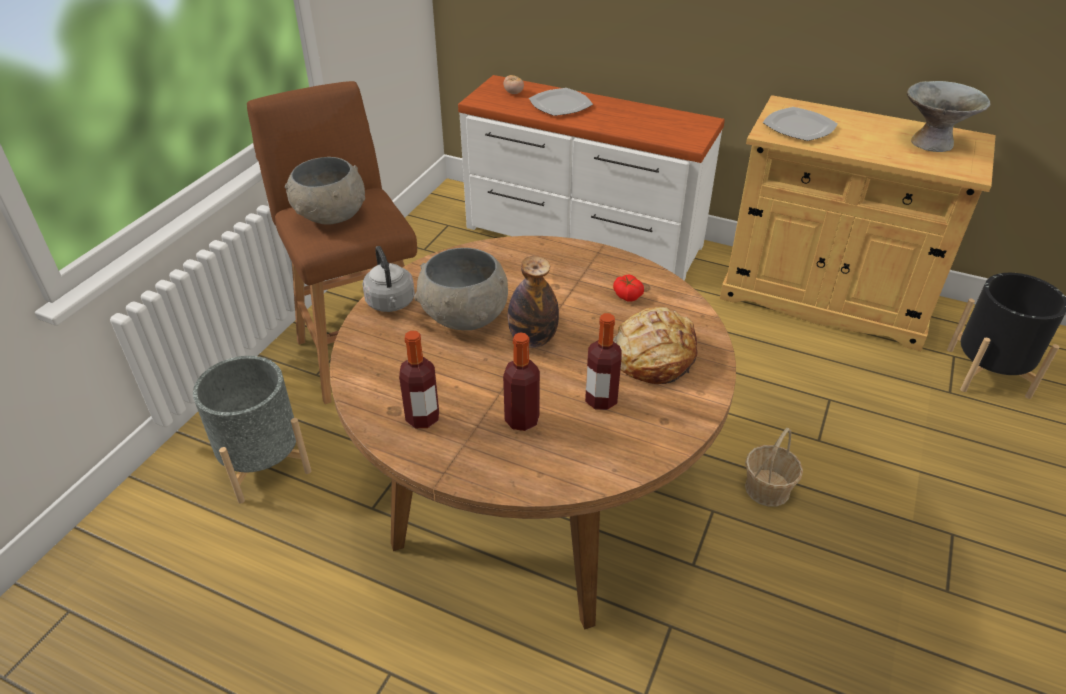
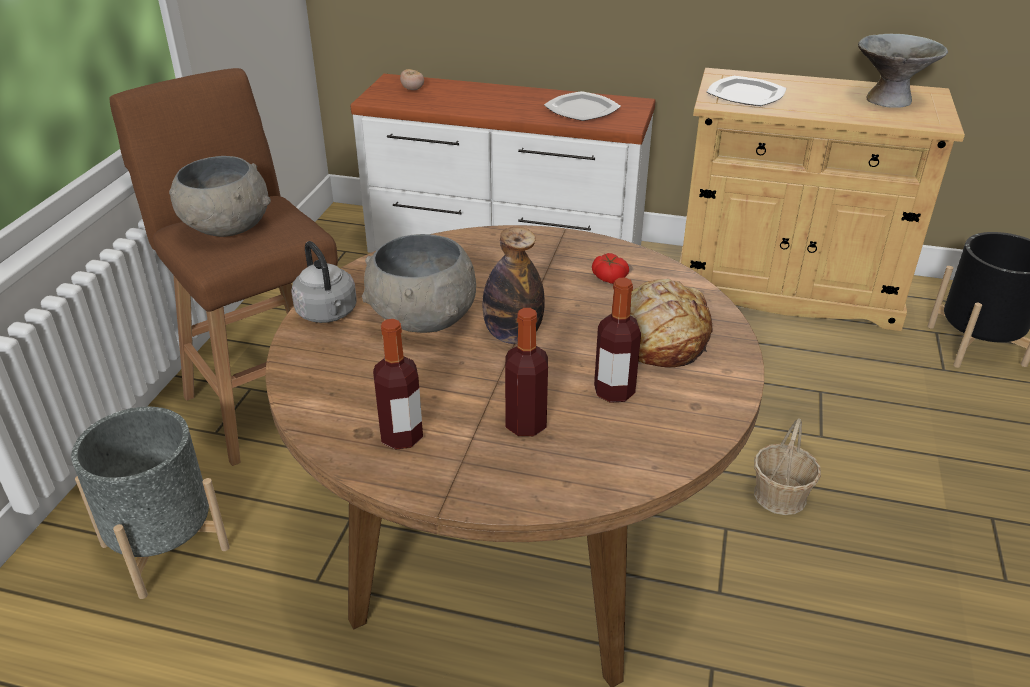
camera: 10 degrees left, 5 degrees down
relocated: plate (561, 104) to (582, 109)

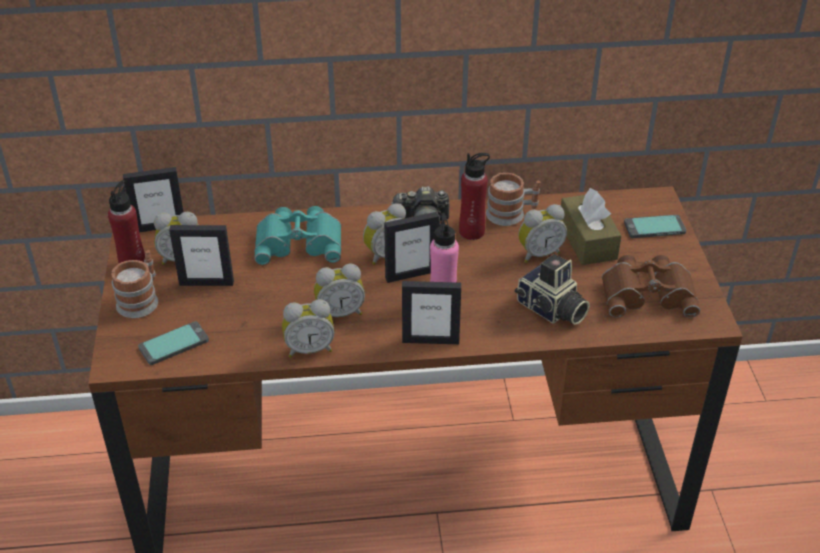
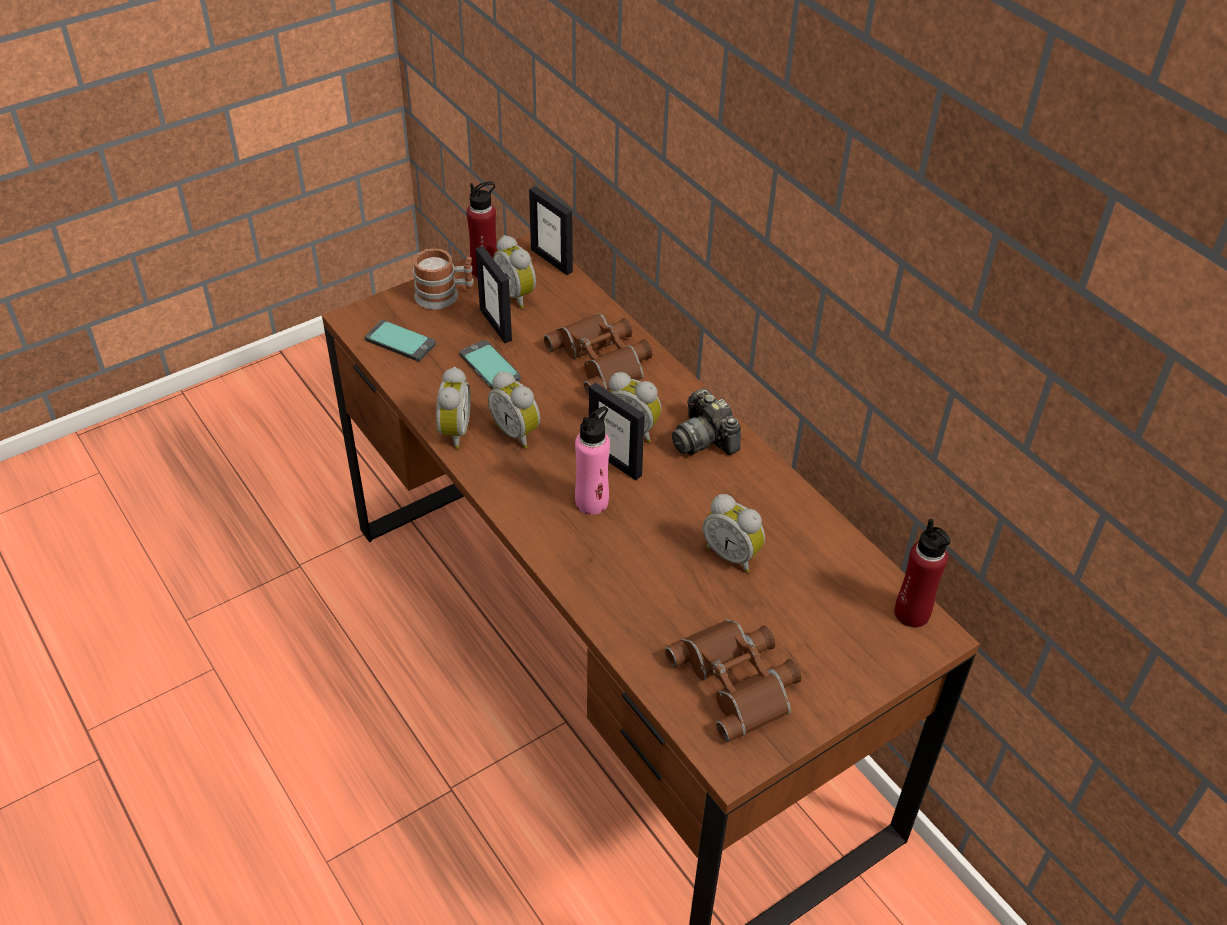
camera: 60 degrees right, 5 degrees up
missing: picture frame (430, 340); mug (511, 214); photo camera (551, 310); brown tissue box (587, 240)
relocated: red bottle (472, 232) to (912, 613); phone (654, 228) to (489, 367)
colour: turquoise binoculars (299, 241) to brown binoculars (603, 359)
spun: alarm clock (309, 348) = (452, 432) 135 degrees counterclockwise

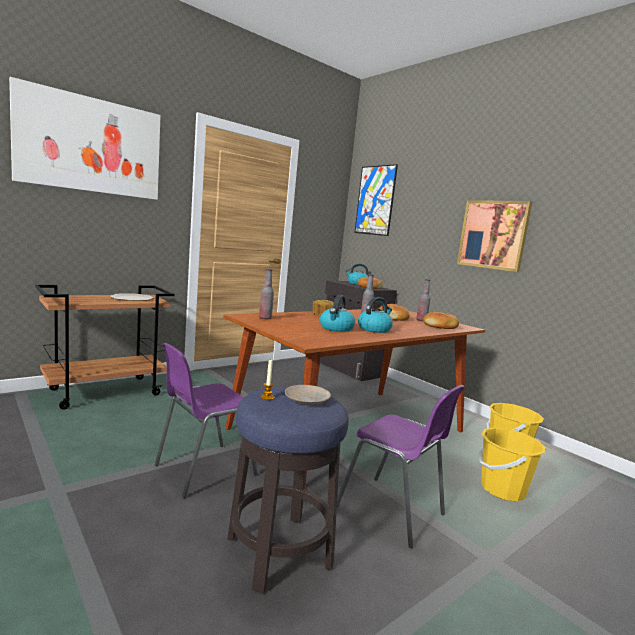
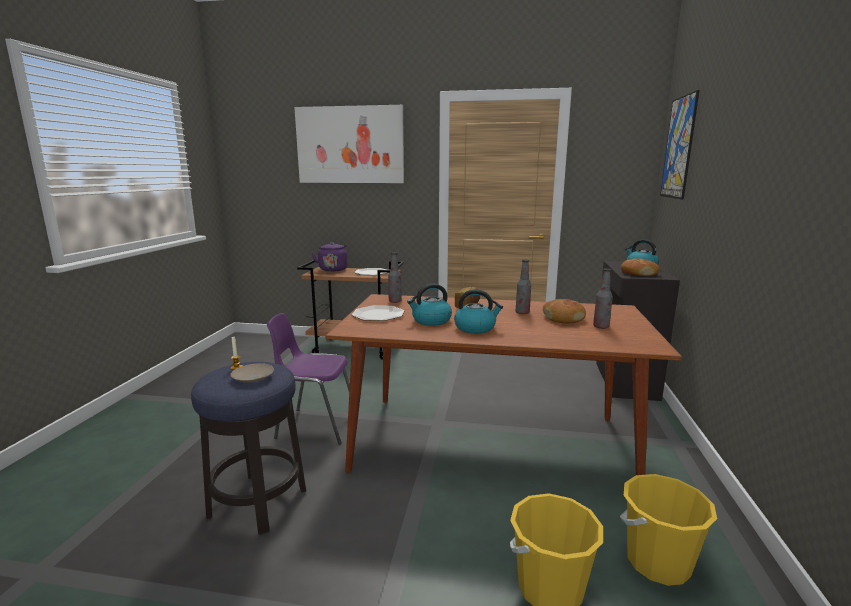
camera: 50 degrees right, 5 degrees up
missing: purple chair (392, 511); bread (440, 326); picture (493, 235)
appeared: purple kettle (333, 269); plate (378, 314)

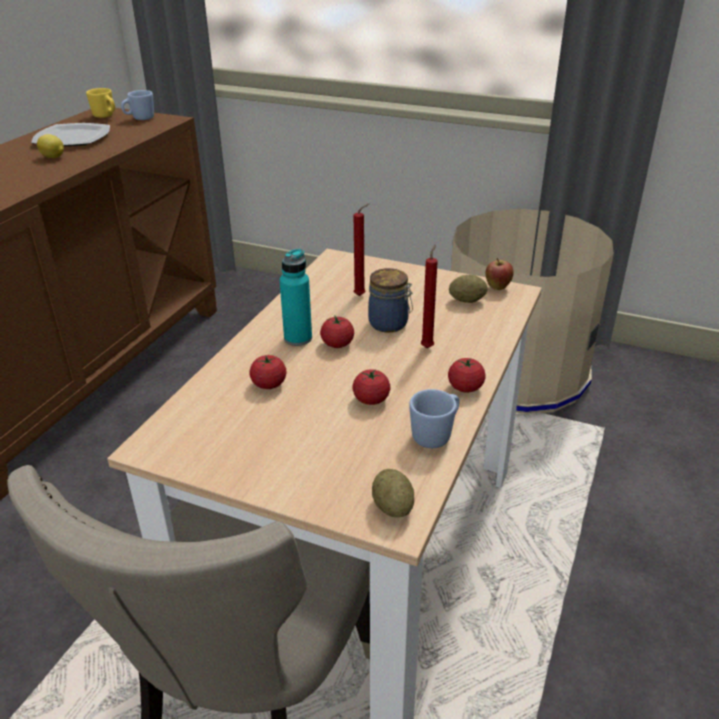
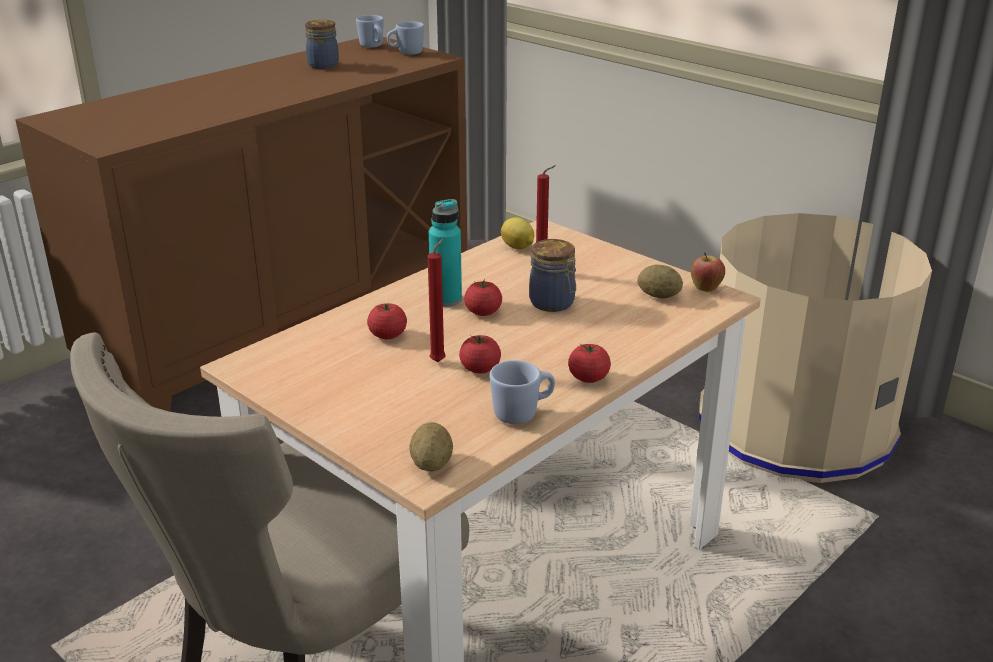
camera: 20 degrees right, 5 degrees down
relocated: lemon (53, 157) to (518, 248); red candle (428, 347) to (439, 361)
exchanged: plate (72, 138) to jar (324, 65)
colour: yellow mug (106, 116) to blue mug (373, 47)

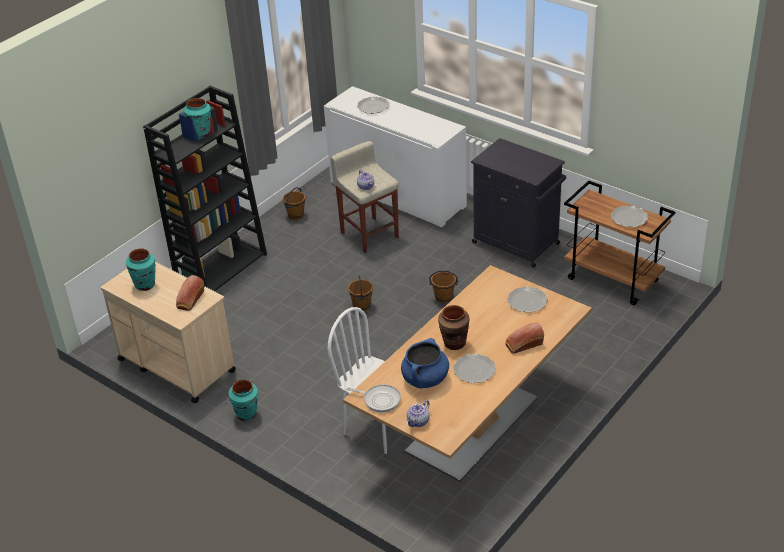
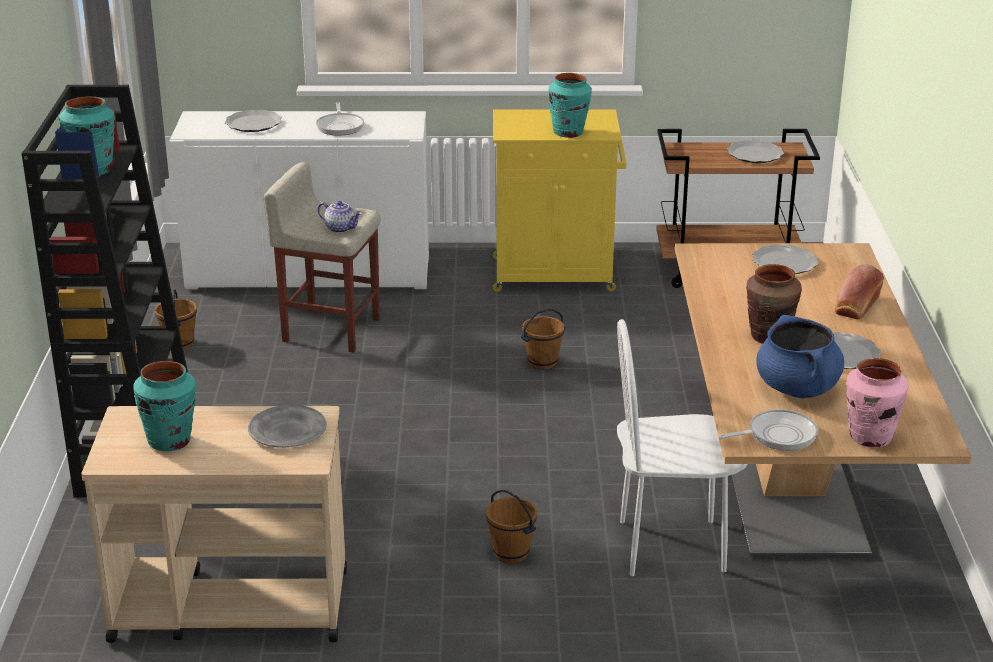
camera: 40 degrees left, 10 degrees down
appeared: frying pan (340, 126)
relocated: turquoise vase (246, 414) to (568, 132); brown bucket (361, 306) to (510, 553)
exchanged: bread (190, 300) to grey plate (287, 431); teapot (418, 422) to pink vase (870, 437)
colour: black cabinet (517, 244) to yellow cabinet (556, 274)

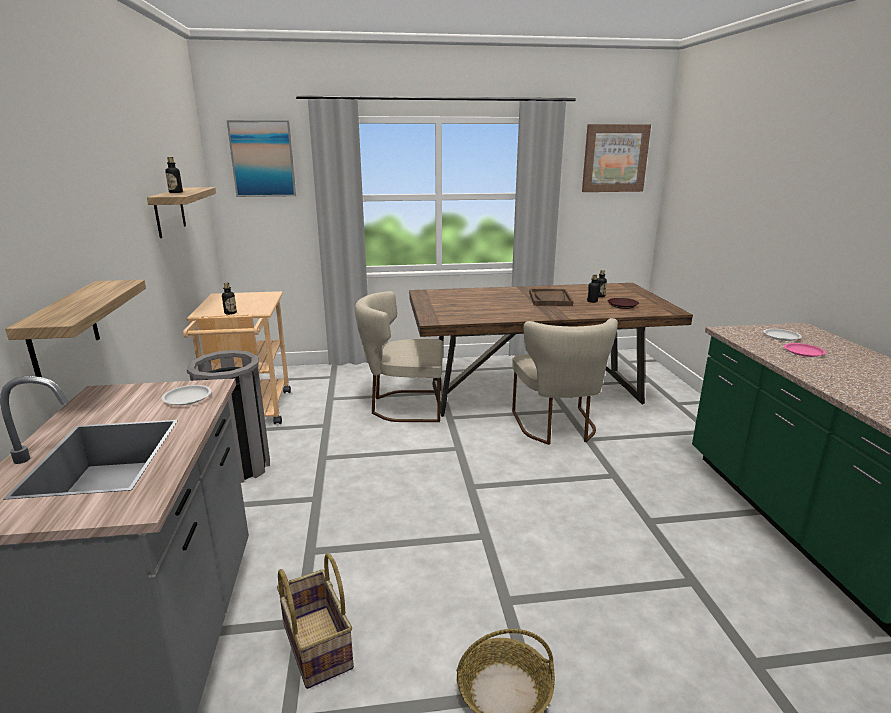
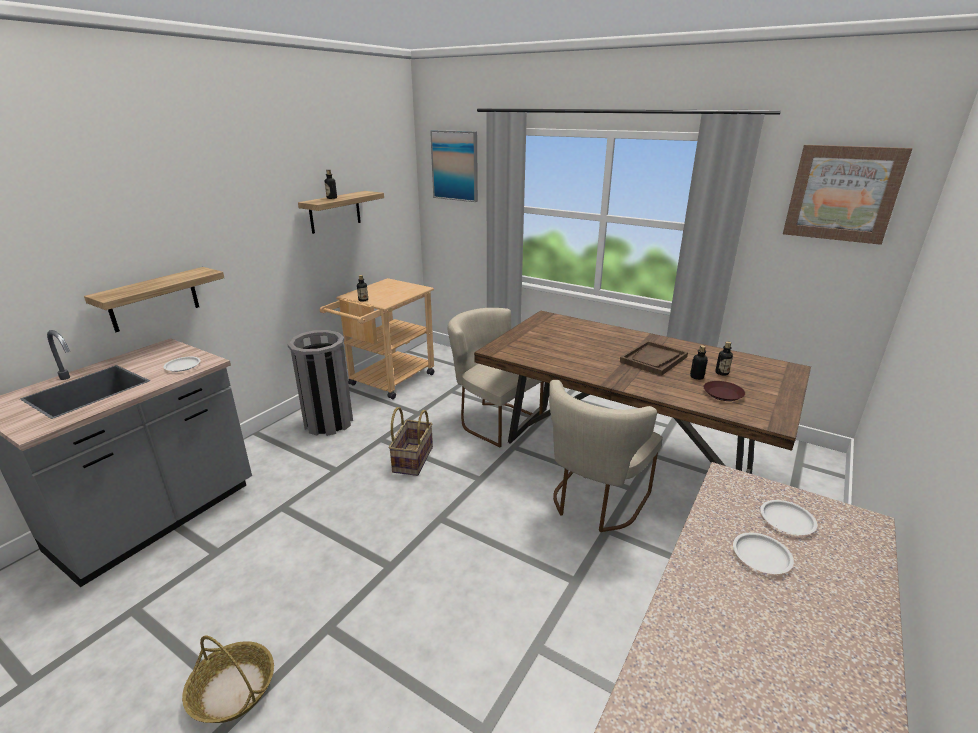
camera: 40 degrees right, 5 degrees up
relocated: basket (315, 646) to (412, 459)
colour: pink plate (804, 352) to white plate (761, 556)

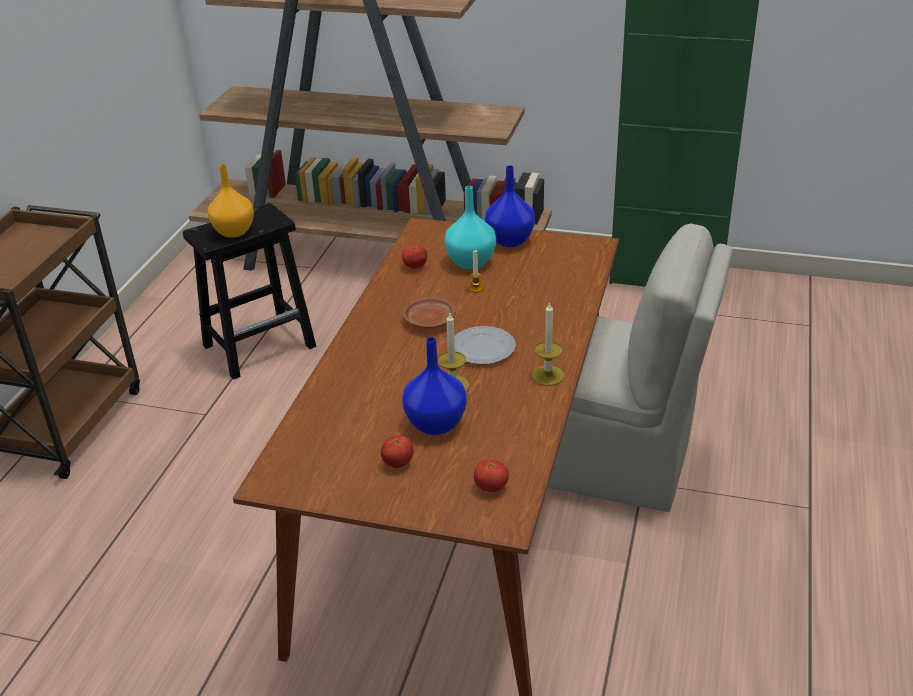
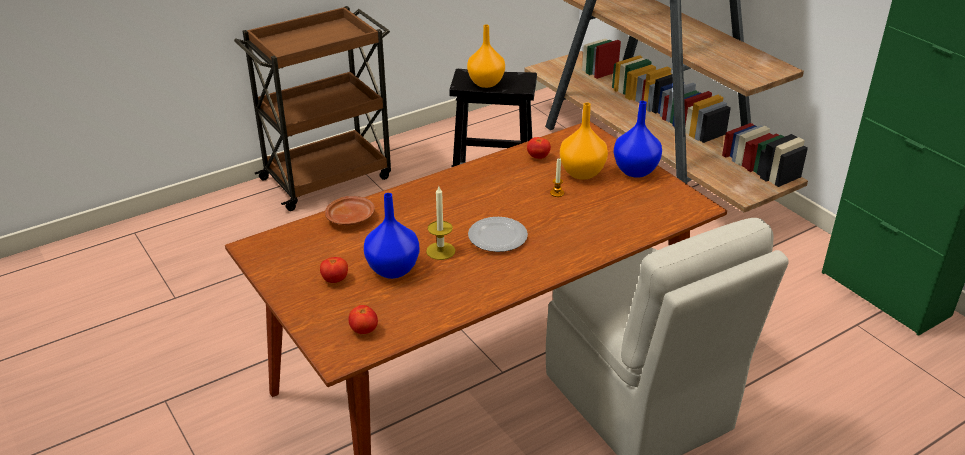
camera: 40 degrees right, 0 degrees up
missing: candle (548, 375)
relocated: brown plate (429, 320) to (351, 218)
colour: turquoise vase (470, 262) to orange vase (581, 172)

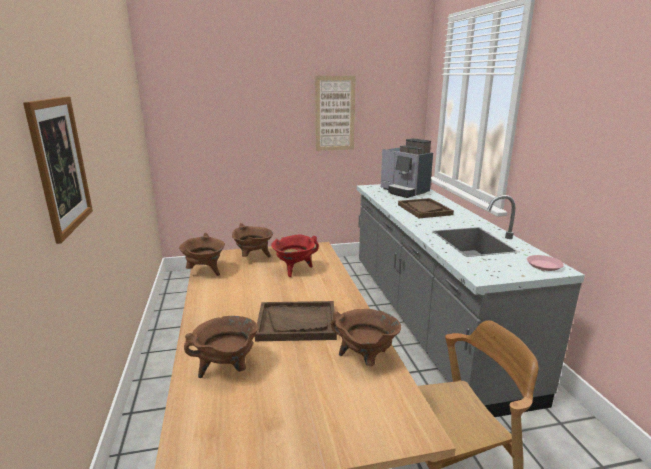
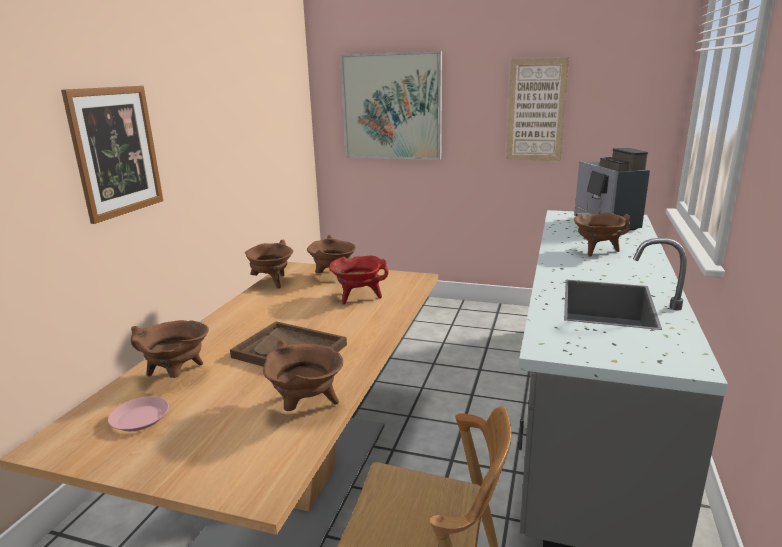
camera: 30 degrees right, 0 degrees up
appeared: picture (391, 107)
relocated: pink plate (544, 265) to (140, 418)
exchanged: brown tray (424, 209) to brown cooking pot (597, 251)

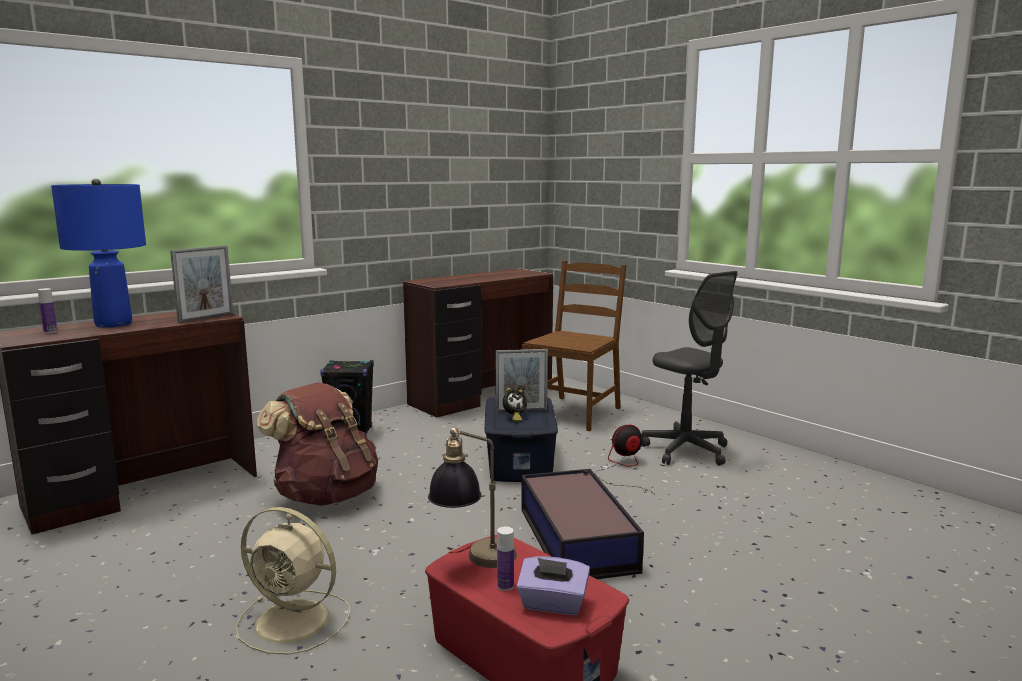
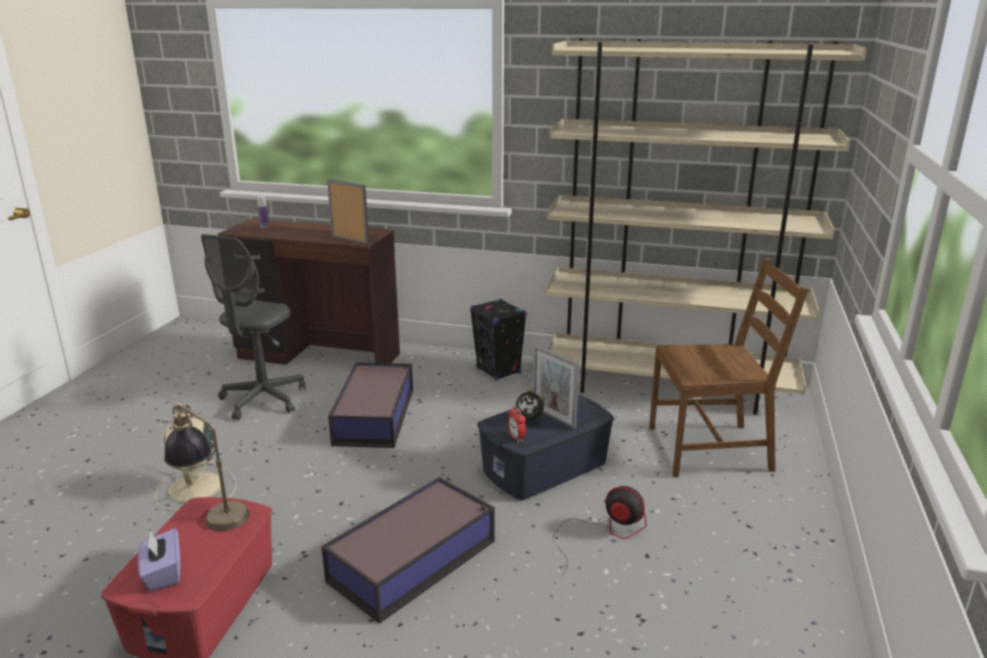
camera: 55 degrees right, 10 degrees up
missing: blue table lamp (113, 324); bottle (505, 586)
appeared: alarm clock (516, 438)
relocated: grey office chair (686, 451) to (263, 400)
exchanged: brown backpack (326, 496) to storage box (375, 415); brown desk (483, 397) to beige bookcase (669, 387)
spun: picture frame (206, 318) = (350, 240) 150 degrees counterclockwise

